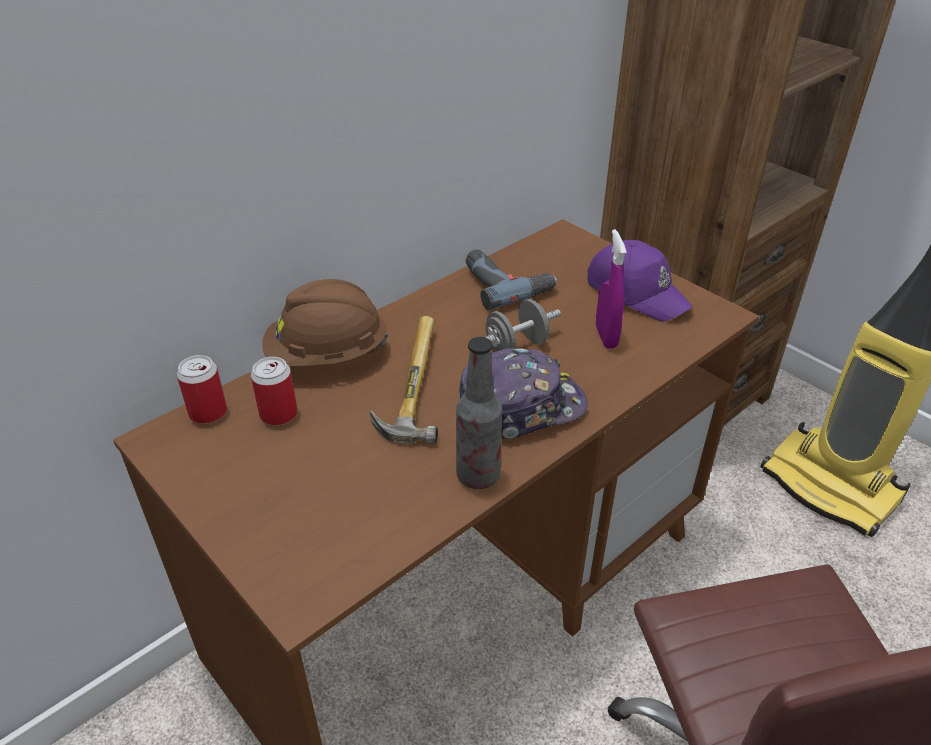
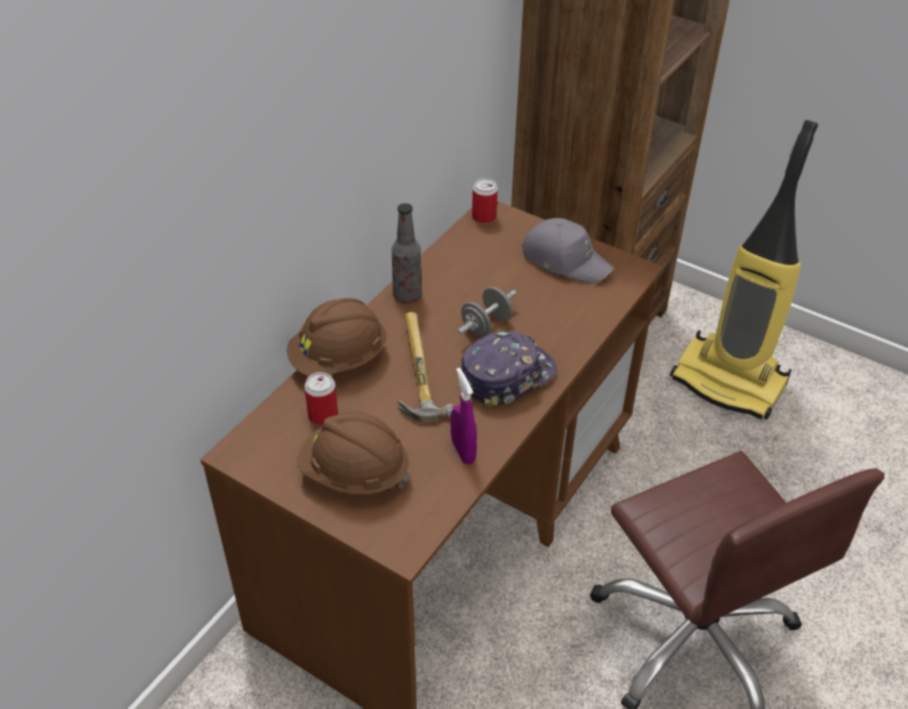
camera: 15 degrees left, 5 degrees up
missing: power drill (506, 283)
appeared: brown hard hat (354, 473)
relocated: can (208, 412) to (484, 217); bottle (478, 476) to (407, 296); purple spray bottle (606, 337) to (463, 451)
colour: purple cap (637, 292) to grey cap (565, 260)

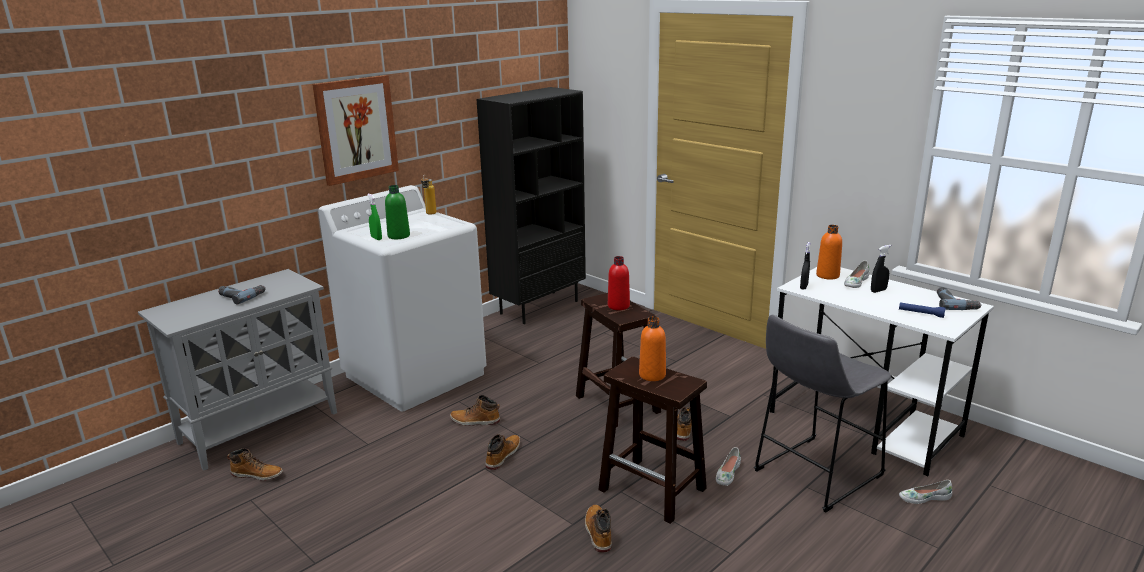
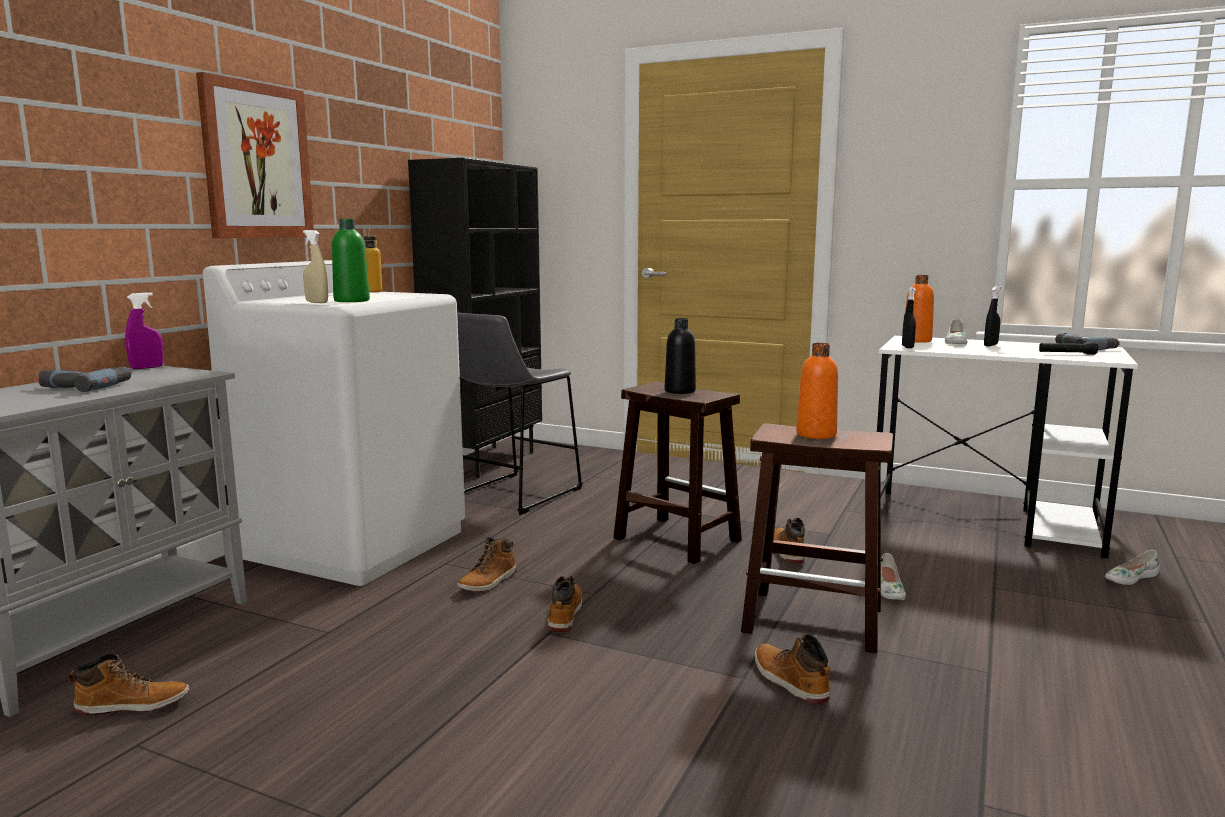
camera: 20 degrees left, 10 degrees down
appeared: purple spray bottle (147, 368)
relocated: grey stool (813, 475) to (512, 495)
colour: green spray bottle (376, 238) to beige spray bottle (316, 302); red bottle (618, 306) to black bottle (680, 391); blue flashlight (921, 314) to black flashlight (1067, 354)
spun: boot (475, 421) = (489, 582) 45 degrees counterclockwise

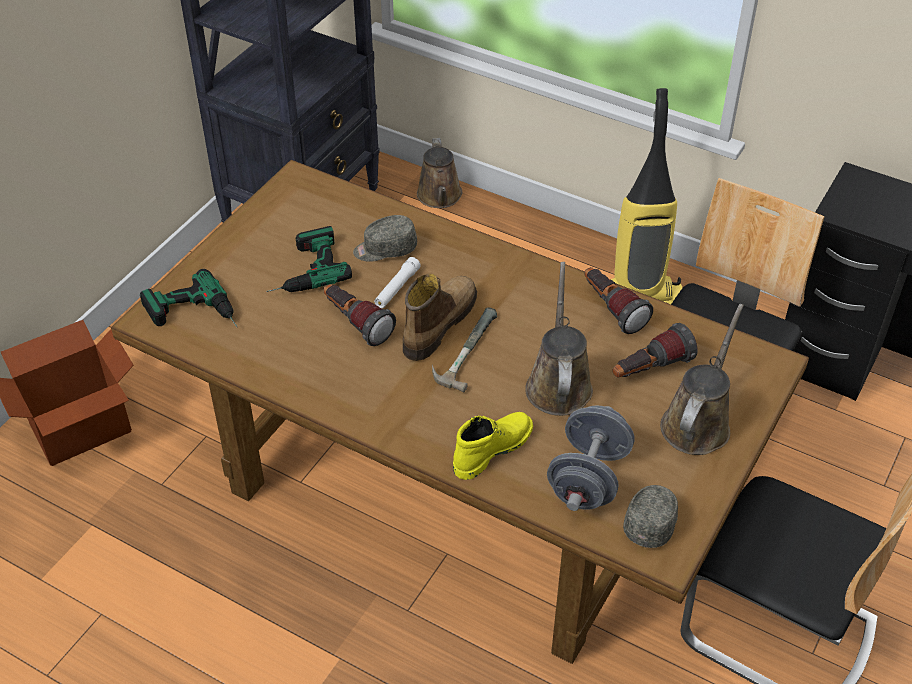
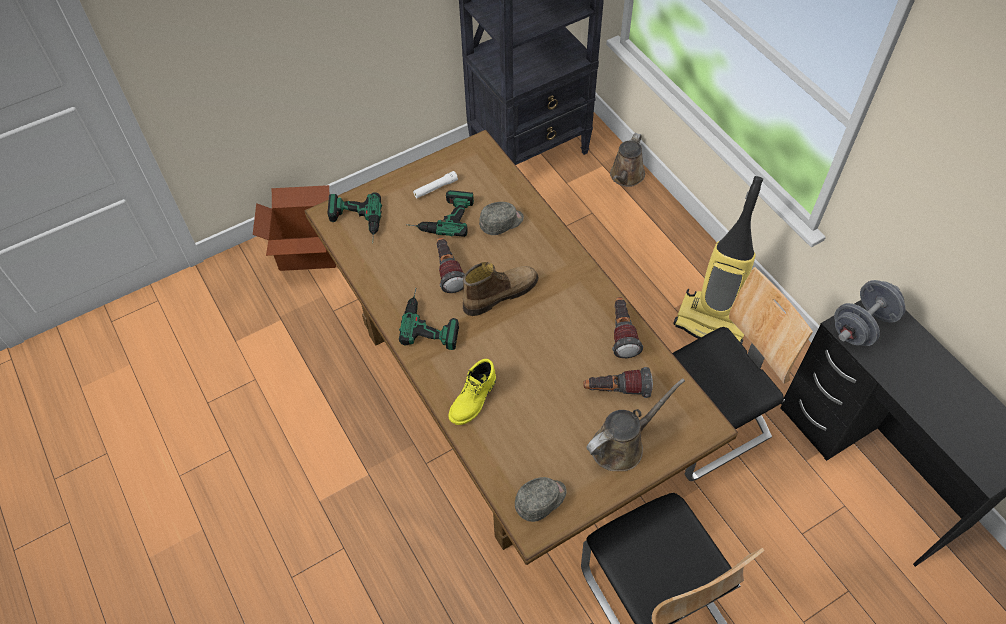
camera: 30 degrees right, 10 degrees up
missing: hammer (463, 349); brown watering can (558, 384)
appeared: power drill (431, 320)
relocated: white flashlight (397, 288) to (435, 188); grey dumbbell (588, 478) to (862, 326)
spun: grey cap (385, 249) = (502, 223) 135 degrees clockwise; yellow boot (491, 449) = (474, 400) 135 degrees clockwise

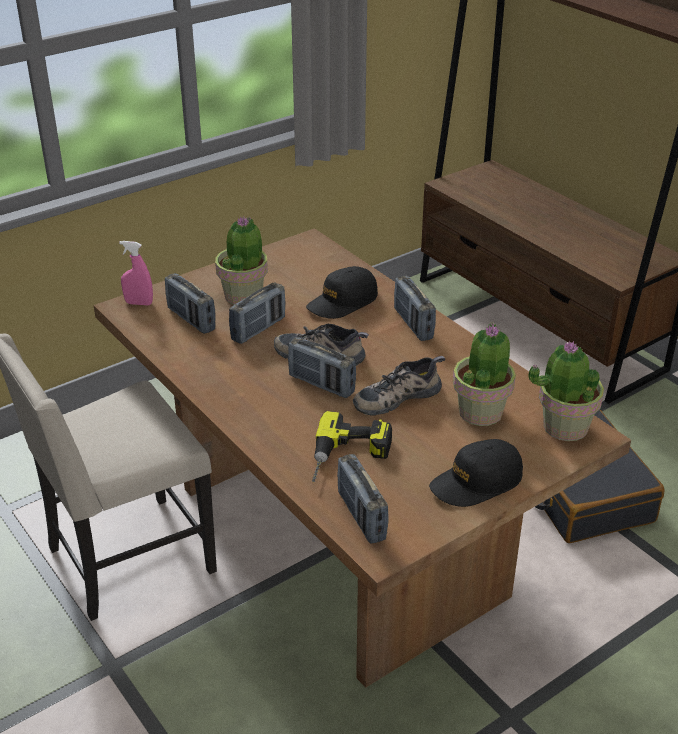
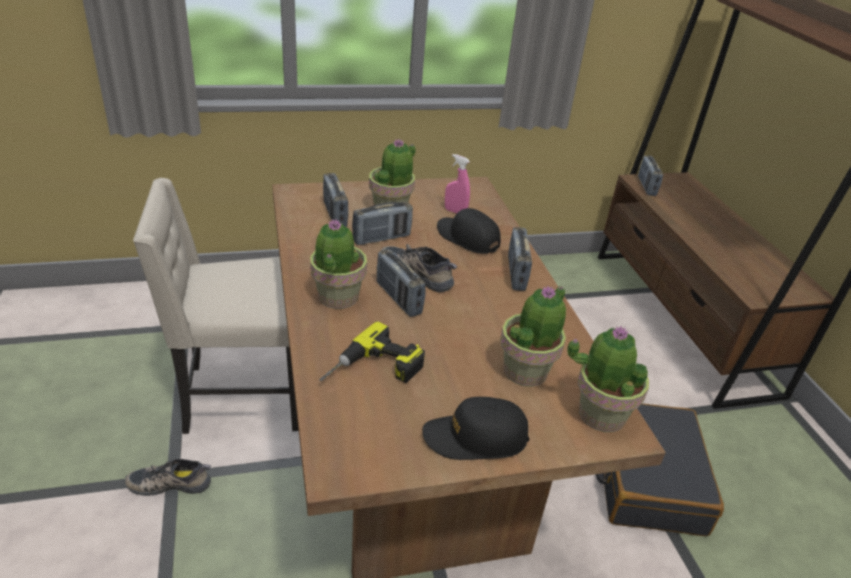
camera: 20 degrees right, 0 degrees up
appeared: potted plant (337, 297)
relocated: pink spray bottle (139, 303) to (455, 211); radio (361, 516) to (646, 186); shoe (397, 396) to (171, 482)
spun: black cap (342, 302) = (467, 238) 60 degrees clockwise

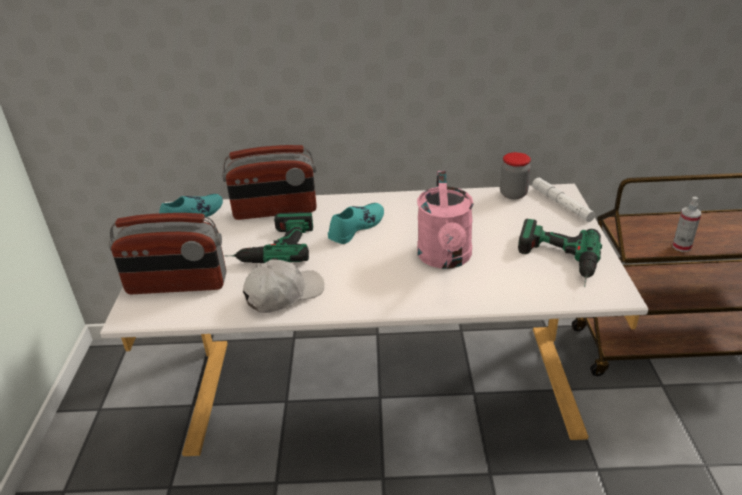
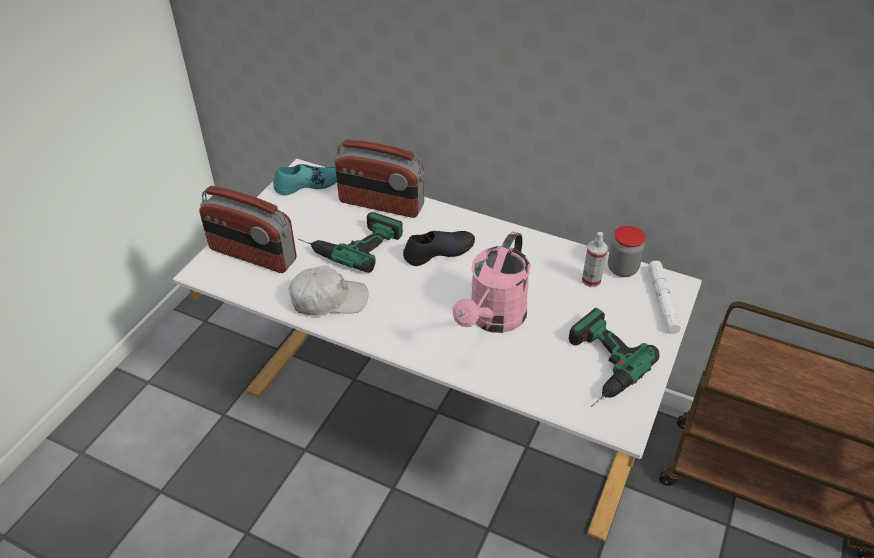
camera: 25 degrees right, 10 degrees up
relocated: spray bottle (681, 247) to (591, 280)
colour: turquoise shoe (356, 228) to black shoe (439, 251)

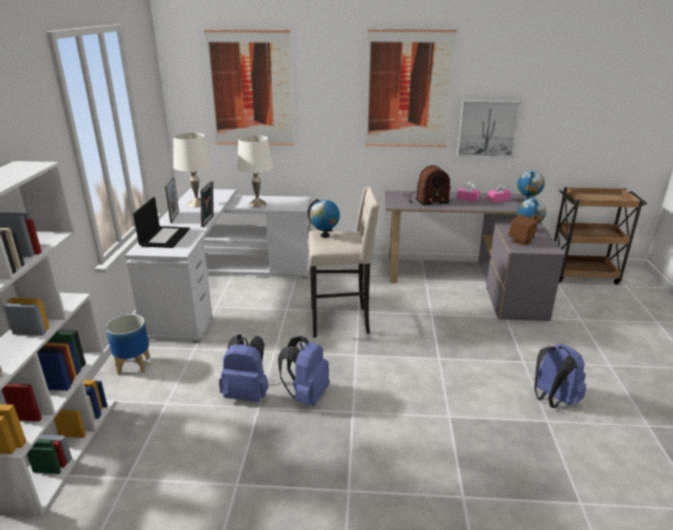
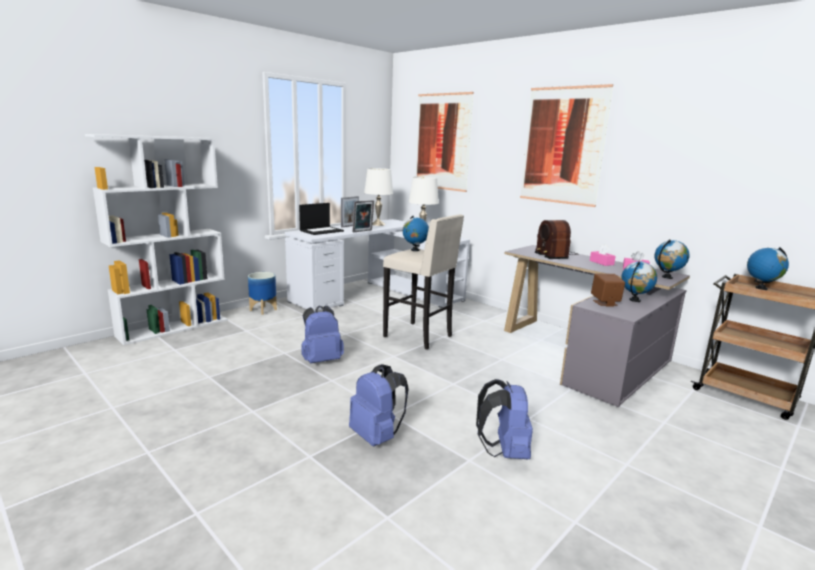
camera: 40 degrees right, 10 degrees down
missing: picture (487, 129)
appeared: globe (761, 288)
relocated: blue backpack (247, 394) to (377, 436)
spun: radio (425, 199) = (554, 255) 45 degrees clockwise

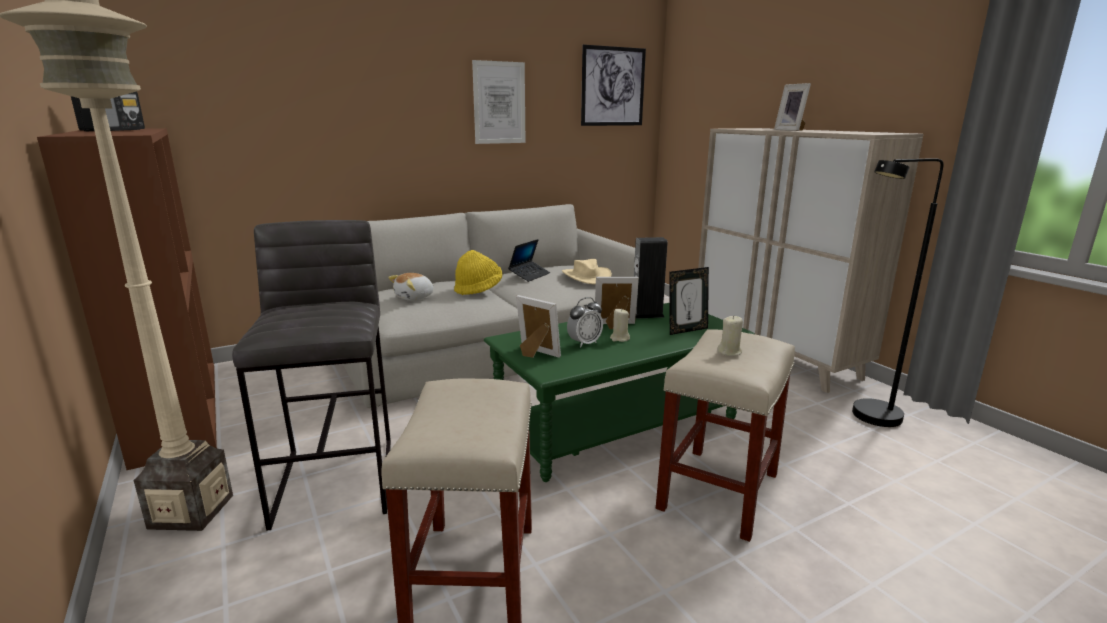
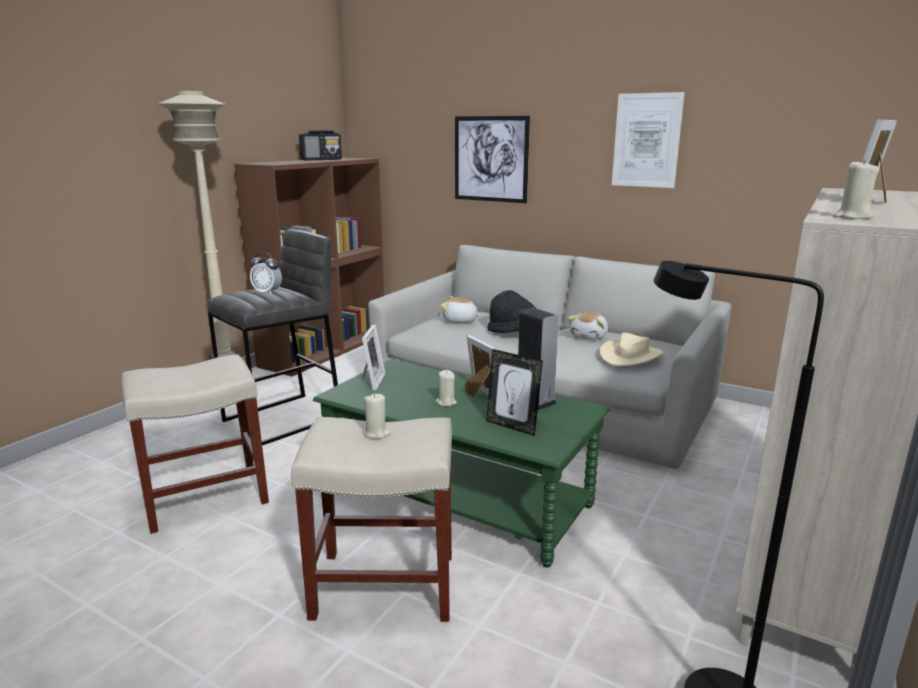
camera: 60 degrees right, 0 degrees up
appeared: beige candle (852, 217)
relocated: alarm clock (584, 343) to (267, 293); picture (613, 86) to (491, 159)
exchanged: laptop (529, 275) to plush toy (589, 336)
colour: yellow hat (478, 289) to black hat (514, 331)

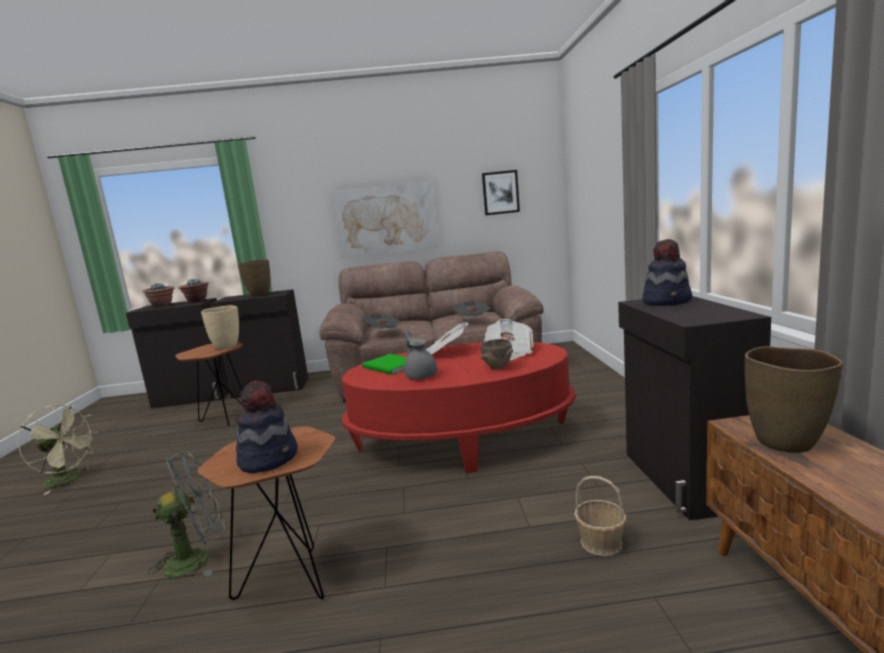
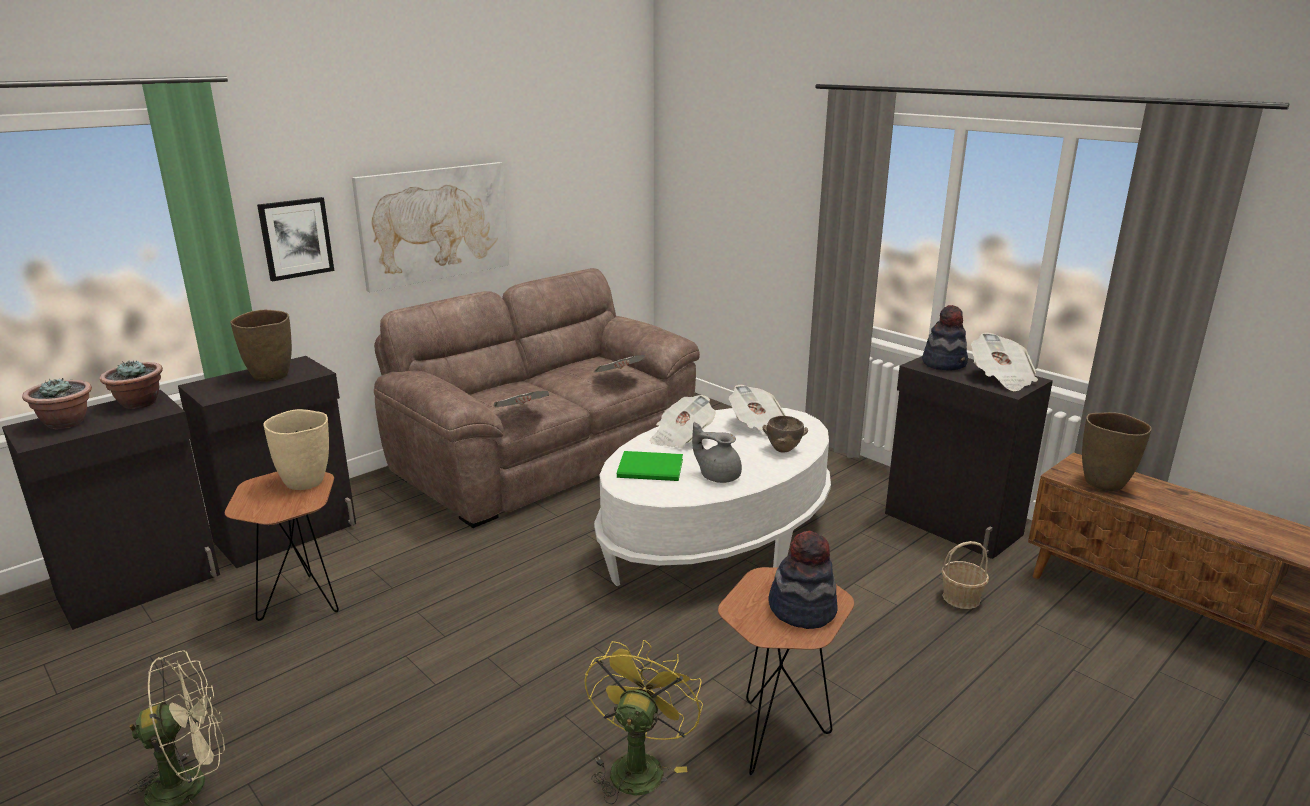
camera: 40 degrees left, 10 degrees up
appeared: newspaper (1001, 379)
relocated: picture (500, 192) to (296, 238)
colour: grey fan (197, 558) to yellow fan (638, 764); red coffee table (462, 440) to white coffee table (717, 539)

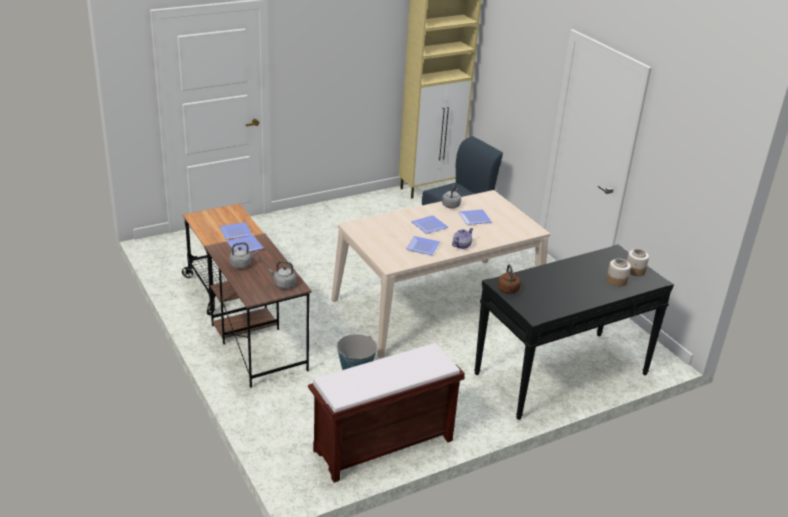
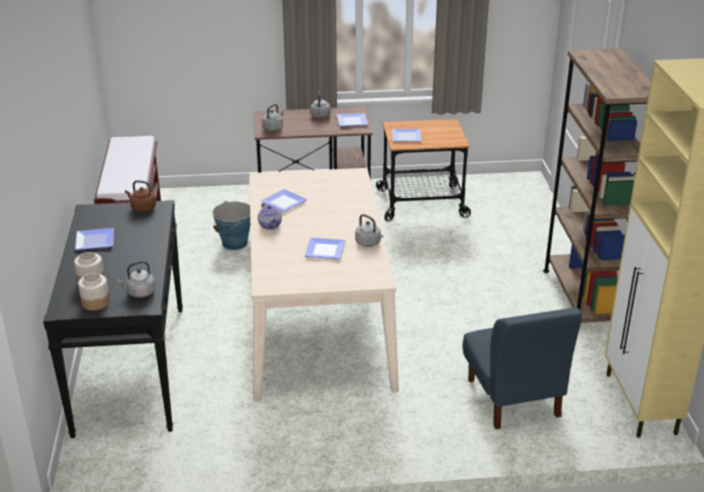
camera: 115 degrees right, 0 degrees up
appeared: grey kettle (139, 293); brown bookcase (581, 299)
relocated: plate (429, 226) to (93, 240)

